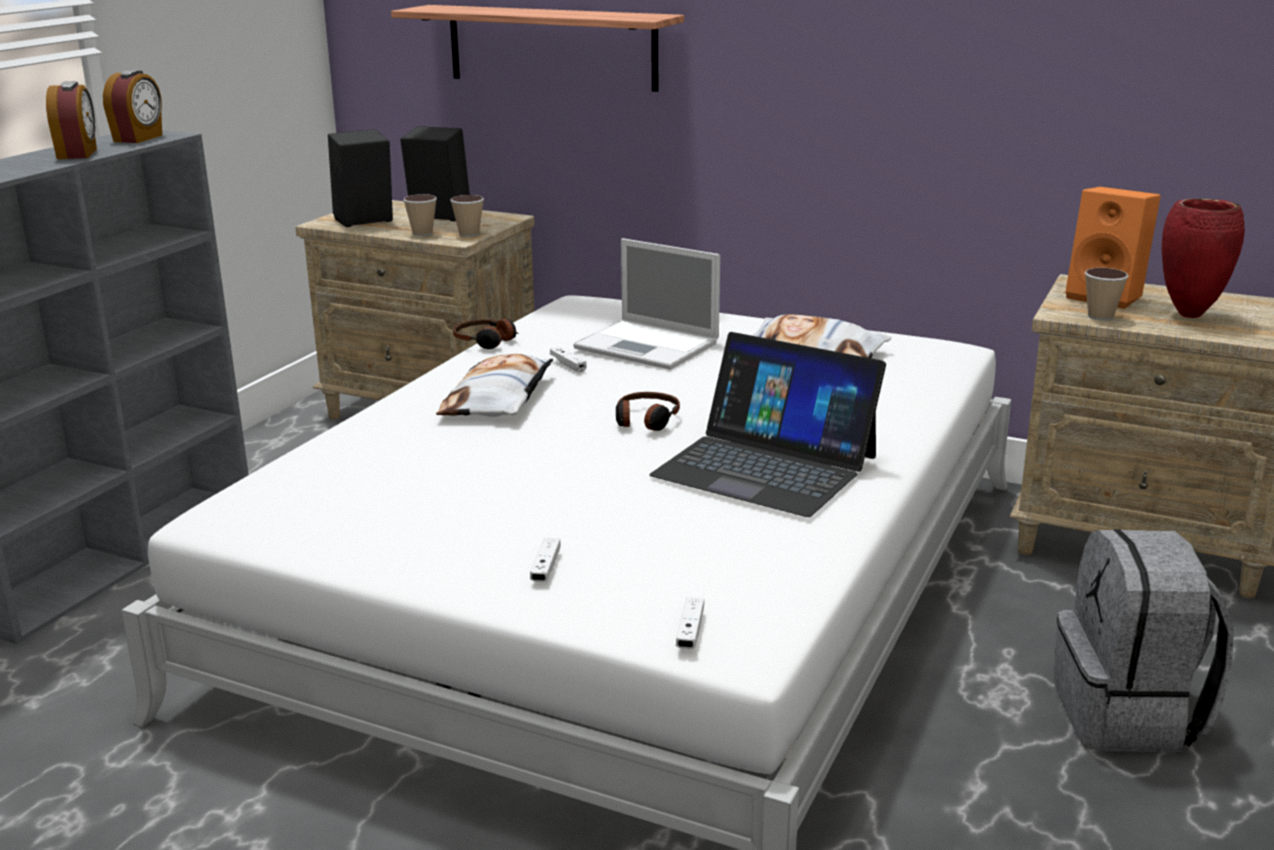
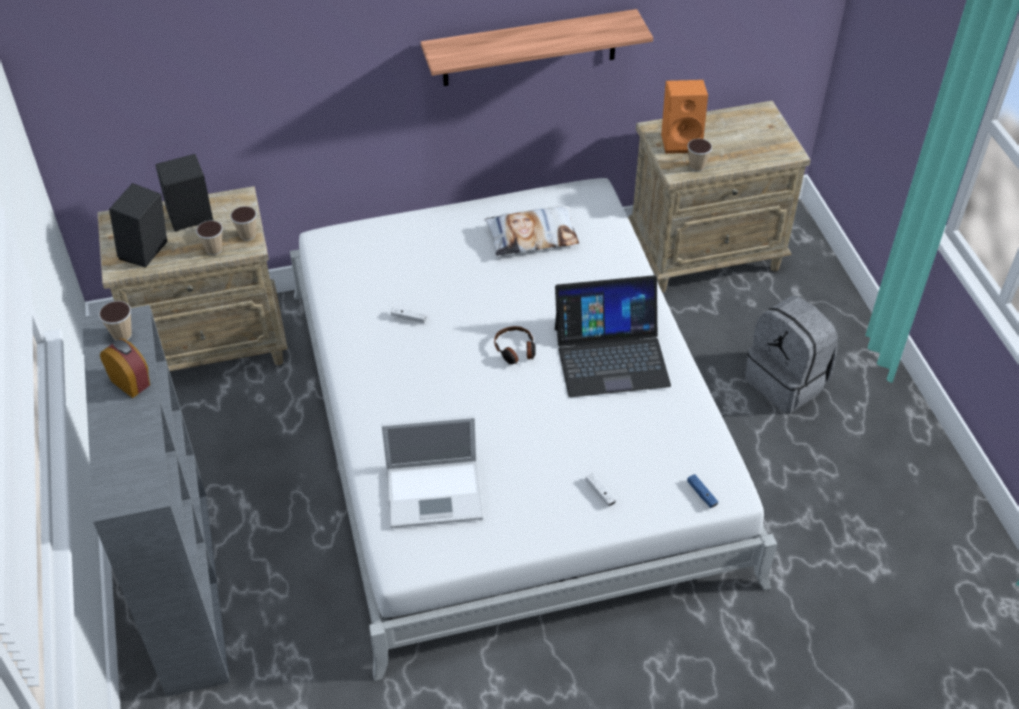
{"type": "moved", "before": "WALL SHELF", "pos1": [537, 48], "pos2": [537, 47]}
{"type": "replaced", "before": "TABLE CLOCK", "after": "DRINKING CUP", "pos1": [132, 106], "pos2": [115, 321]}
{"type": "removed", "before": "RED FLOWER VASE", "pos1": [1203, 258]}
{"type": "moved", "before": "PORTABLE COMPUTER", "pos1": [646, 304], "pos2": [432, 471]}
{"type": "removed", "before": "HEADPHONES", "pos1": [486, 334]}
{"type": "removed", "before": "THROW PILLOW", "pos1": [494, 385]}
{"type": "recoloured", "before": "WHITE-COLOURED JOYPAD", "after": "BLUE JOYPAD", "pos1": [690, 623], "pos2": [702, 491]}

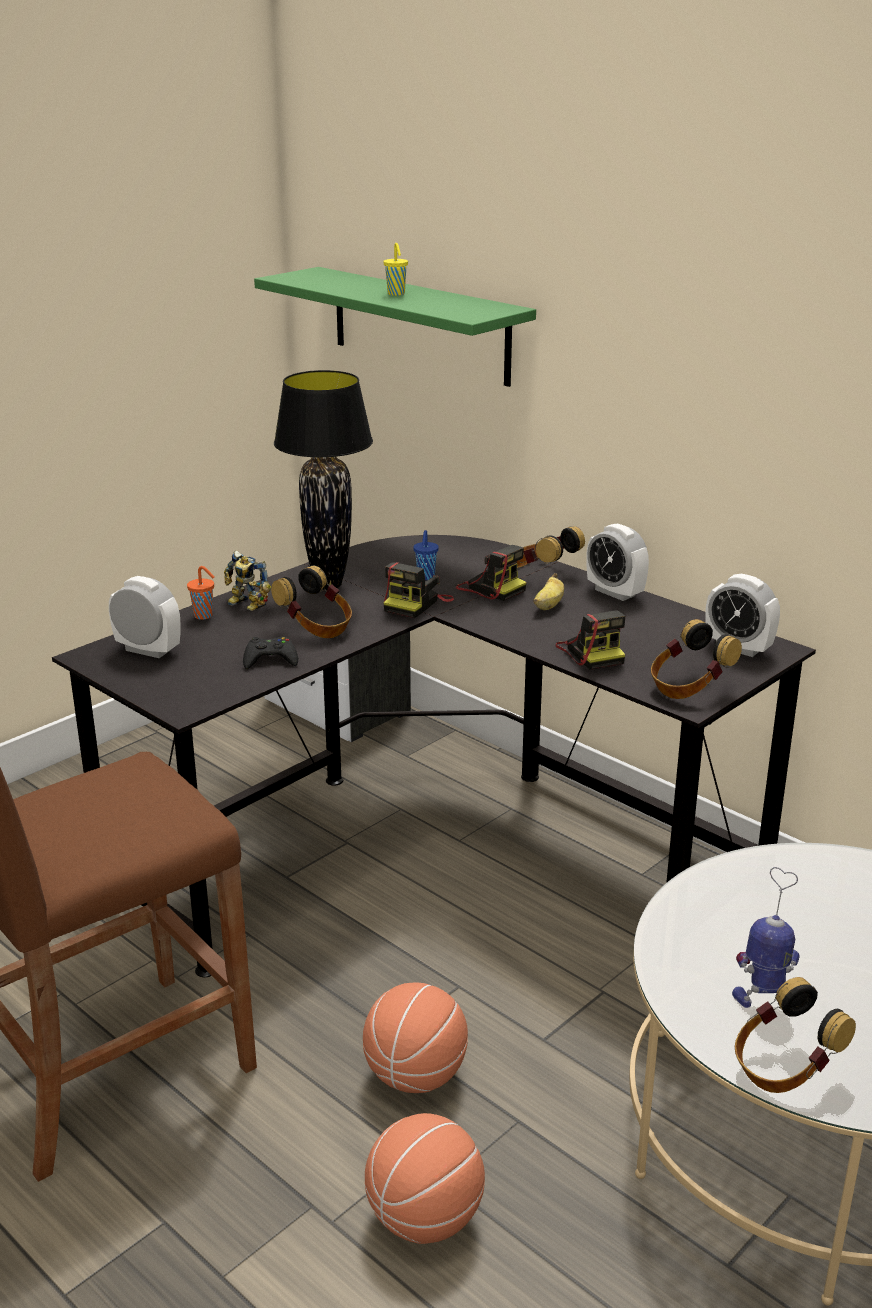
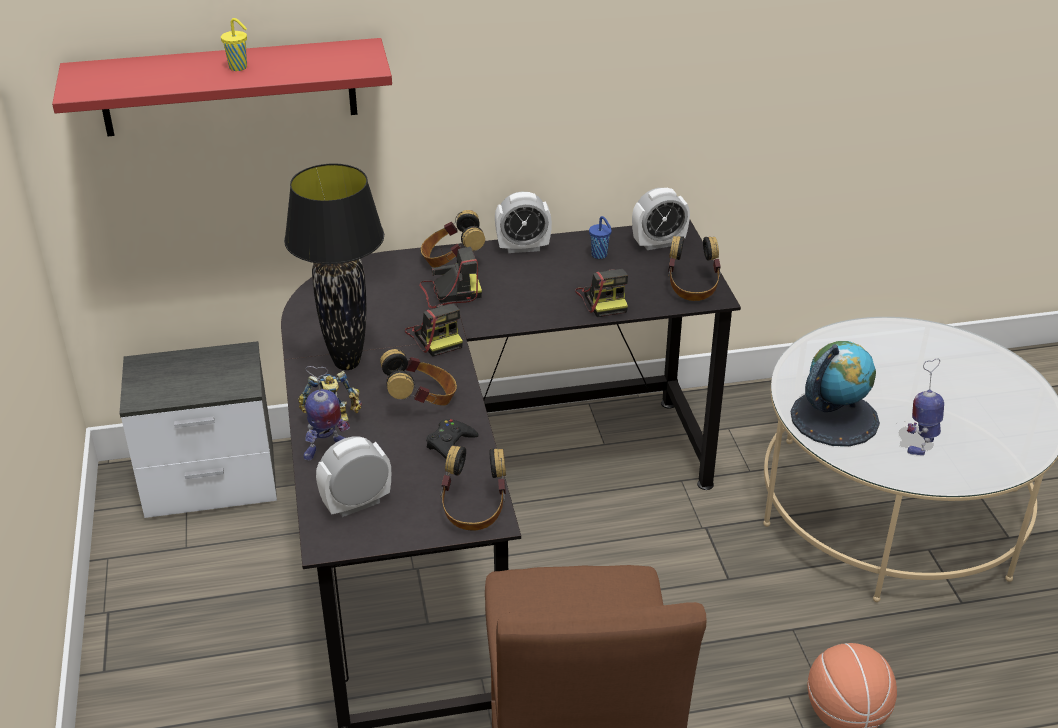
{"type": "recoloured", "before": "GREEN-COLOURED WALL SHELF", "after": "RED WALL SHELF", "pos1": [395, 327], "pos2": [222, 87]}
{"type": "moved", "before": "BLUE DRINKING CUP", "pos1": [426, 555], "pos2": [600, 237]}
{"type": "replaced", "before": "ORANGEY DRINKING CUP", "after": "TOY ROBOT", "pos1": [200, 593], "pos2": [326, 413]}
{"type": "removed", "before": "BANANA", "pos1": [548, 591]}
{"type": "turned", "before": "PHOTO CAMERA", "pos1": [590, 640], "pos2": [601, 293], "turn": 60}
{"type": "moved", "before": "HEADPHONES", "pos1": [795, 1035], "pos2": [473, 488]}
{"type": "removed", "before": "BALL FOR BASKETBALL", "pos1": [415, 1037]}
{"type": "added", "after": "WORLD GLOBE", "pos2": [835, 393]}

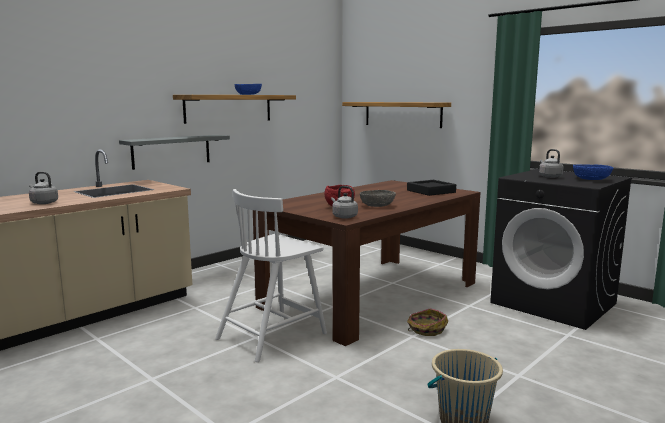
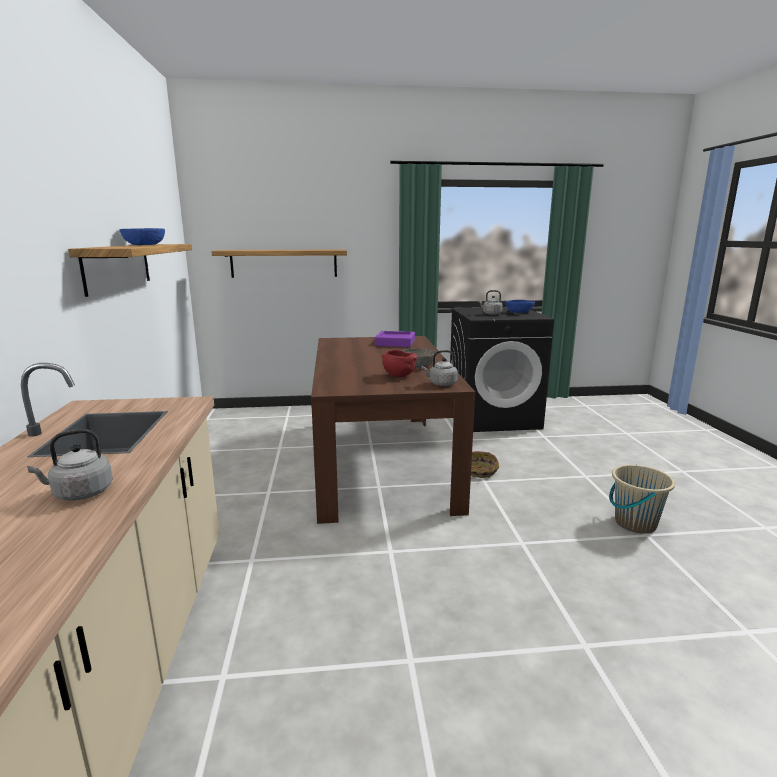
{"type": "removed", "before": "GREY WALL SHELF", "pos1": [174, 152]}
{"type": "recoloured", "before": "BLACK-COLOURED CARRYING TRAY", "after": "PURPLE-COLOURED CARRYING TRAY", "pos1": [431, 188], "pos2": [395, 339]}
{"type": "removed", "before": "WHITE-COLOURED CHAIR", "pos1": [271, 275]}

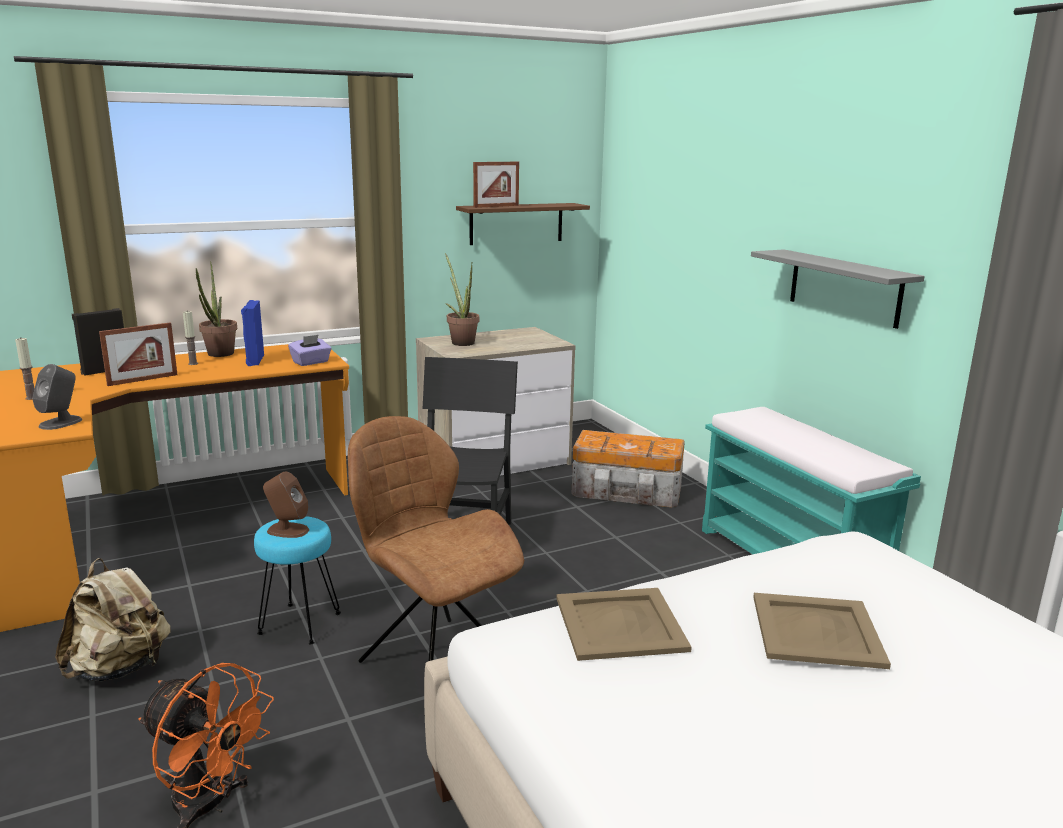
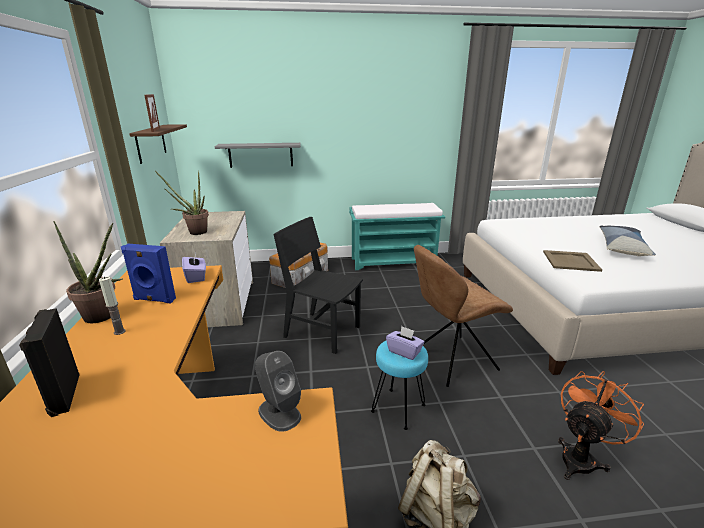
{"type": "moved", "before": "GREY WALL SHELF", "pos1": [838, 289], "pos2": [258, 155]}
{"type": "removed", "before": "PICTURE FRAME", "pos1": [138, 354]}
{"type": "removed", "before": "CANDLE", "pos1": [24, 369]}
{"type": "replaced", "before": "BROWNISH LOUDSPEAKER", "after": "PURPLE-COLOURED TISSUE HOLDER", "pos1": [286, 505], "pos2": [405, 343]}
{"type": "removed", "before": "BEIGE-COLOURED CARRYING TRAY", "pos1": [822, 631]}
{"type": "added", "after": "THROW PILLOW", "pos2": [628, 241]}

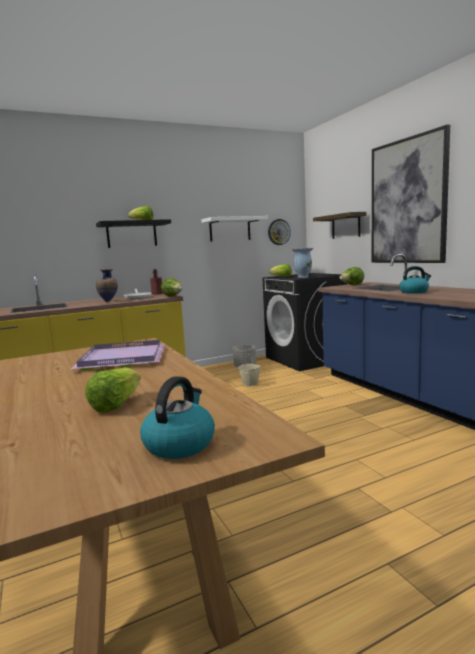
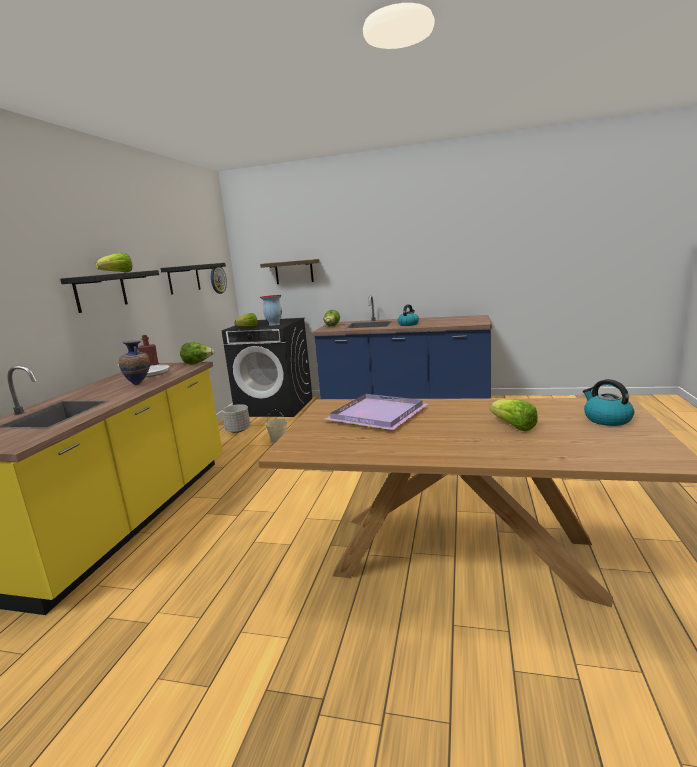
{"type": "removed", "before": "WALL ART", "pos1": [411, 194]}
{"type": "recoloured", "before": "WHITE-COLOURED WALL SHELF", "after": "BLACK-COLOURED WALL SHELF", "pos1": [234, 229], "pos2": [193, 279]}

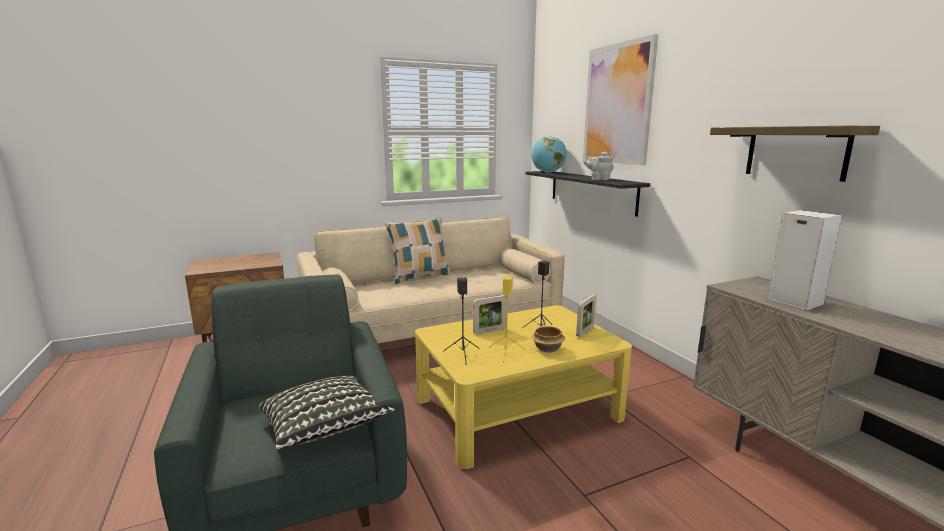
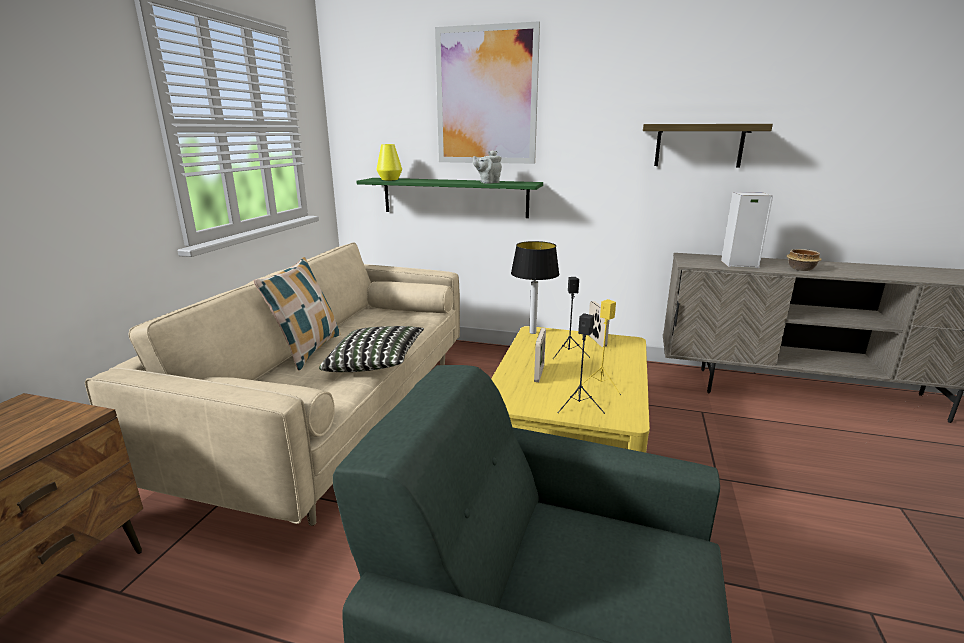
{"type": "replaced", "before": "WORLD GLOBE", "after": "YELLOW FLOWER VASE", "pos1": [549, 154], "pos2": [389, 162]}
{"type": "recoloured", "before": "BLACK-COLOURED WALL SHELF", "after": "GREEN-COLOURED WALL SHELF", "pos1": [587, 194], "pos2": [449, 198]}
{"type": "moved", "before": "BOWL", "pos1": [548, 339], "pos2": [804, 260]}
{"type": "moved", "before": "THROW PILLOW", "pos1": [326, 412], "pos2": [371, 349]}
{"type": "added", "after": "LAMP FOR A TABLE", "pos2": [535, 287]}

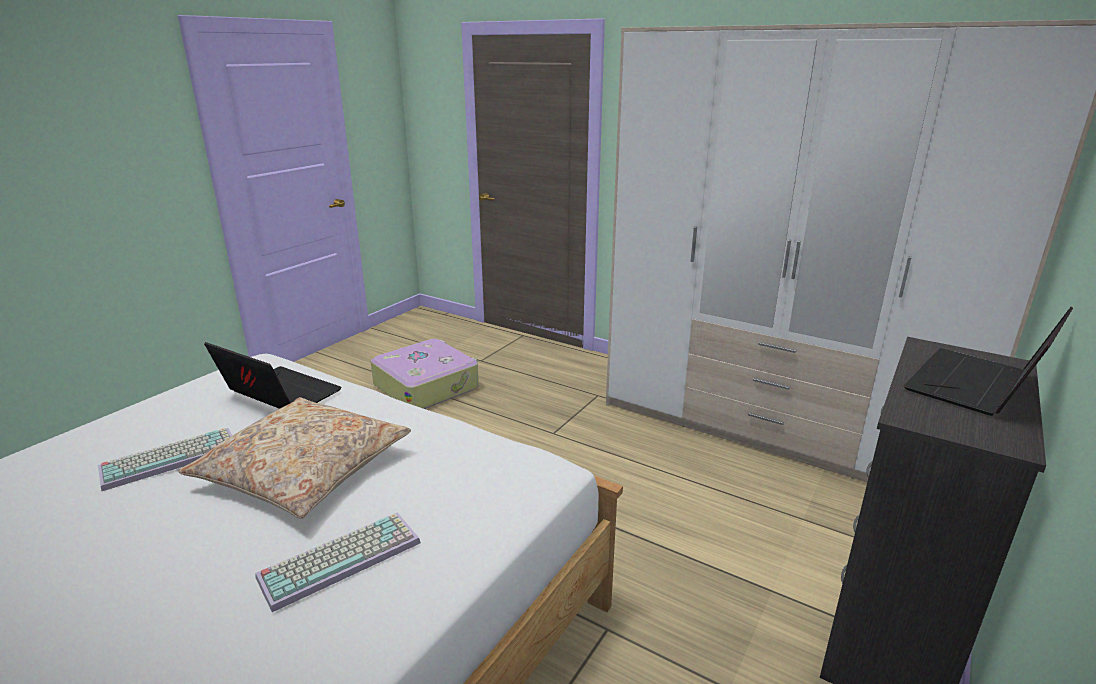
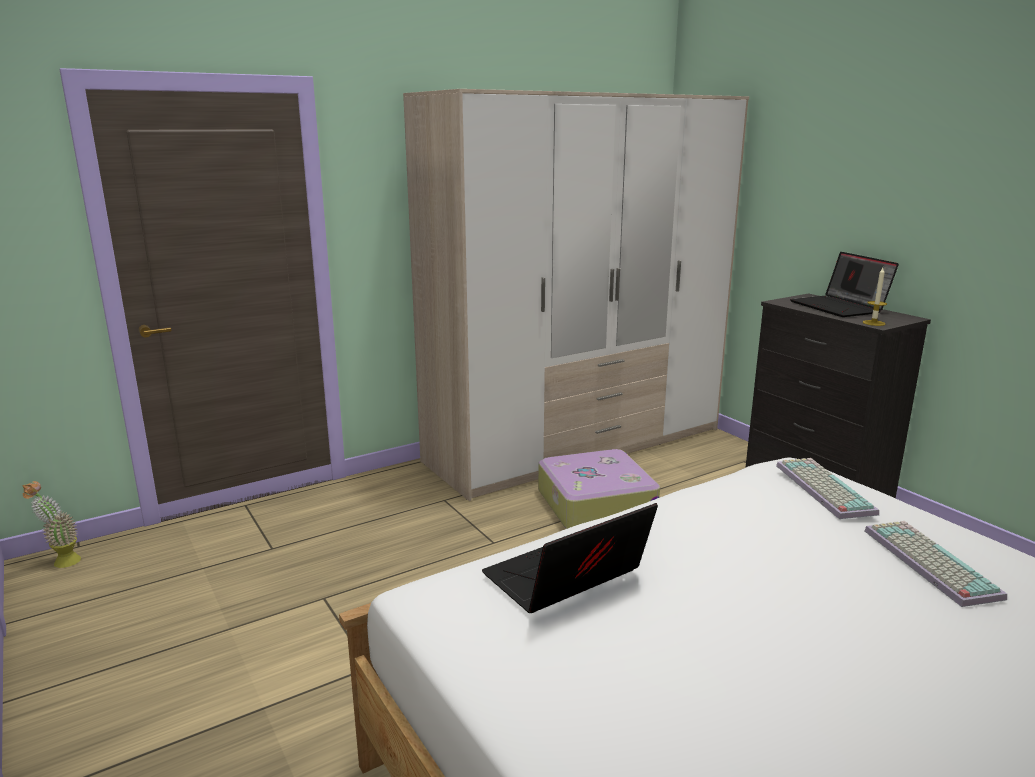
{"type": "moved", "before": "PIECE OF LUGGAGE", "pos1": [425, 374], "pos2": [599, 489]}
{"type": "removed", "before": "BEIGE-COLOURED THROW PILLOW", "pos1": [294, 458]}
{"type": "moved", "before": "COMPUTER KEYBOARD", "pos1": [165, 460], "pos2": [827, 488]}
{"type": "added", "after": "CANDLE", "pos2": [875, 297]}
{"type": "added", "after": "HOUSEPLANT", "pos2": [51, 524]}

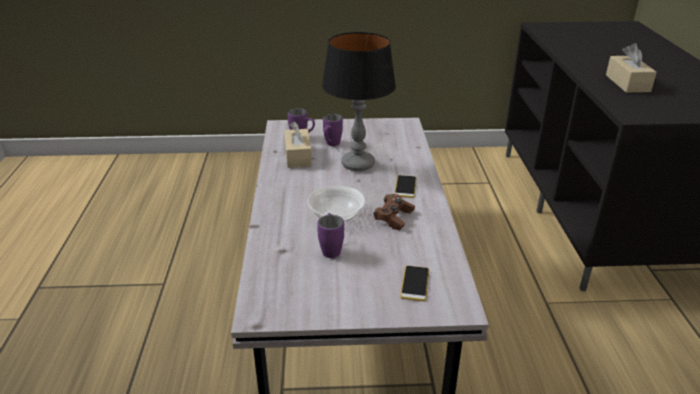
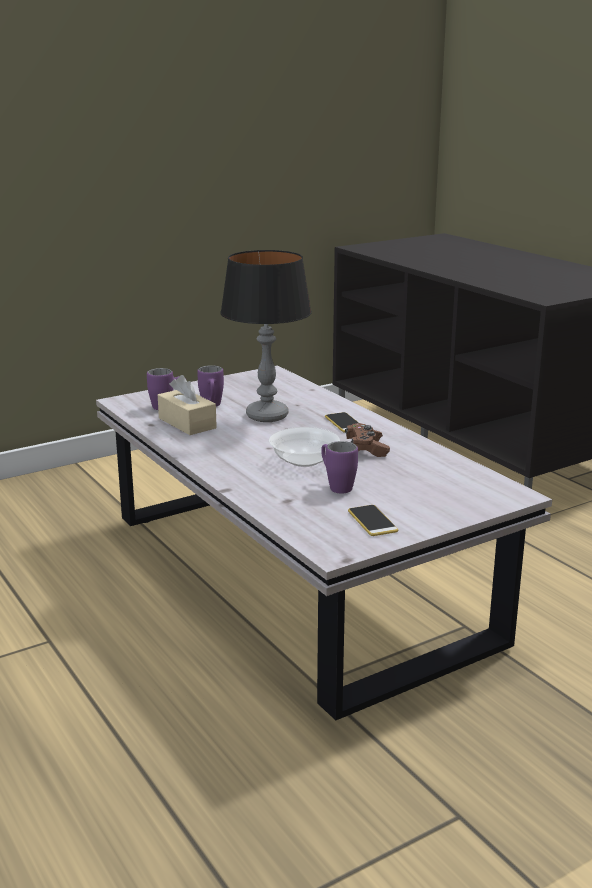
{"type": "removed", "before": "BEIGE-COLOURED TISSUE HOLDER", "pos1": [631, 68]}
{"type": "moved", "before": "HANDSET", "pos1": [414, 283], "pos2": [373, 520]}

